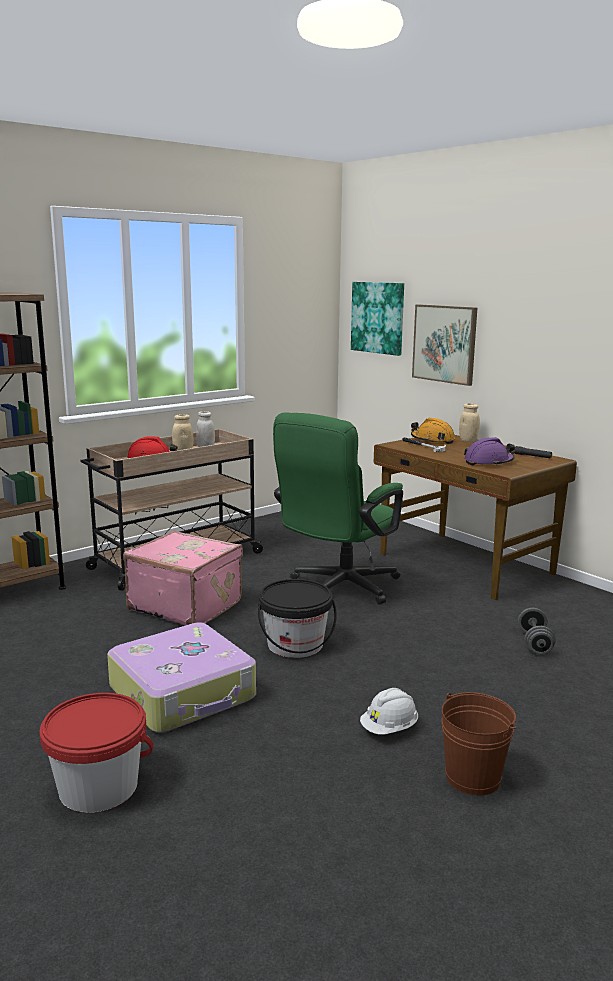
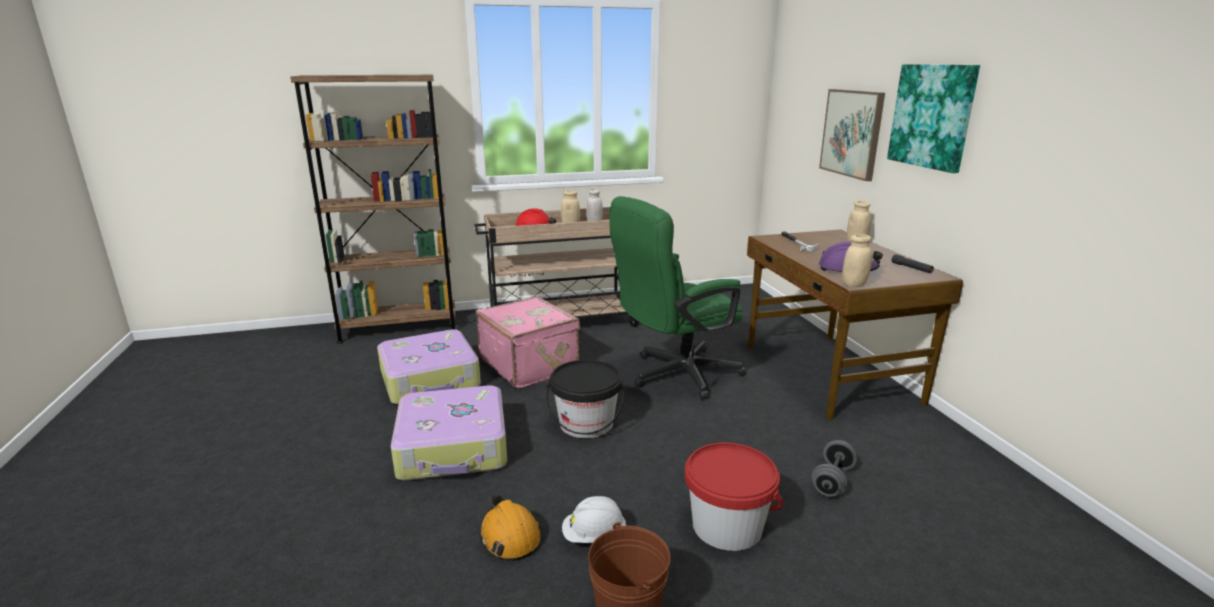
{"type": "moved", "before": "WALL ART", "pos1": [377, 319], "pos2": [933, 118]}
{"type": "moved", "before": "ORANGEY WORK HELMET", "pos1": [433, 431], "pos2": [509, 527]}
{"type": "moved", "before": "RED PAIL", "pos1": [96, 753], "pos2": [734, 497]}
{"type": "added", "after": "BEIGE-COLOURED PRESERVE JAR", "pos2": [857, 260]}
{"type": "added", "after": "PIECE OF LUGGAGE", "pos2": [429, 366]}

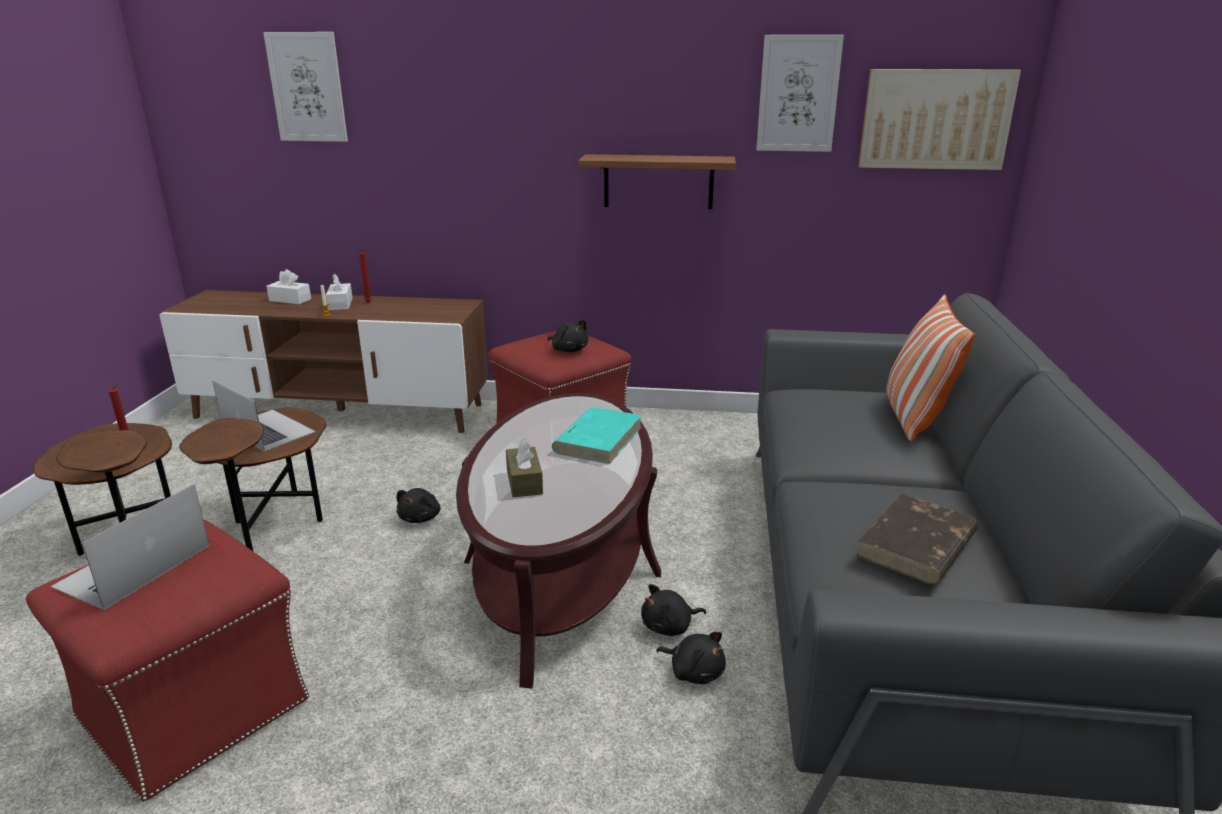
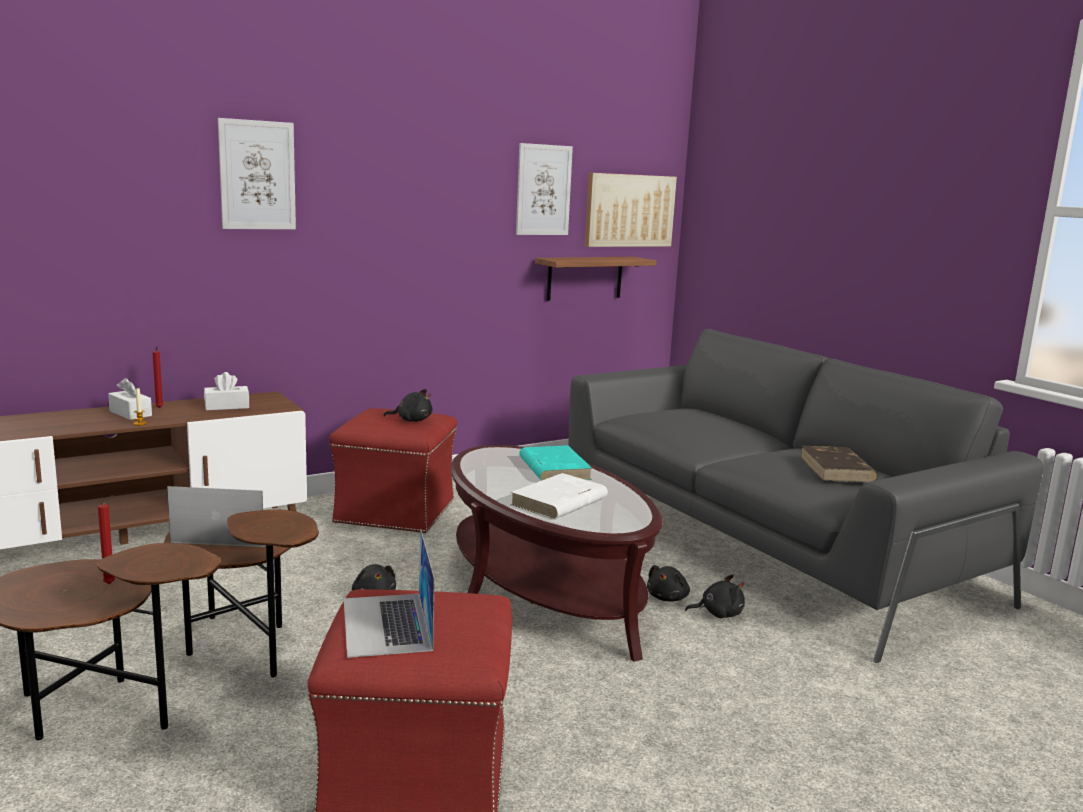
{"type": "moved", "before": "WALL ART", "pos1": [305, 87], "pos2": [257, 174]}
{"type": "moved", "before": "WALL SHELF", "pos1": [657, 181], "pos2": [595, 279]}
{"type": "moved", "before": "WHITE-COLOURED TISSUE HOLDER", "pos1": [288, 286], "pos2": [226, 391]}
{"type": "removed", "before": "THROW PILLOW", "pos1": [930, 368]}
{"type": "replaced", "before": "BROWNISH TISSUE HOLDER", "after": "WHITE-COLOURED BOOK", "pos1": [524, 468], "pos2": [559, 496]}

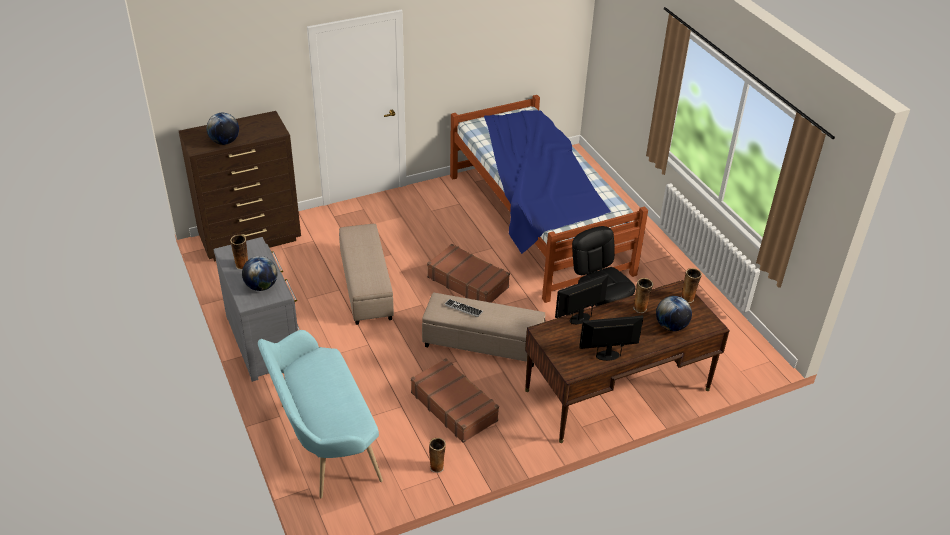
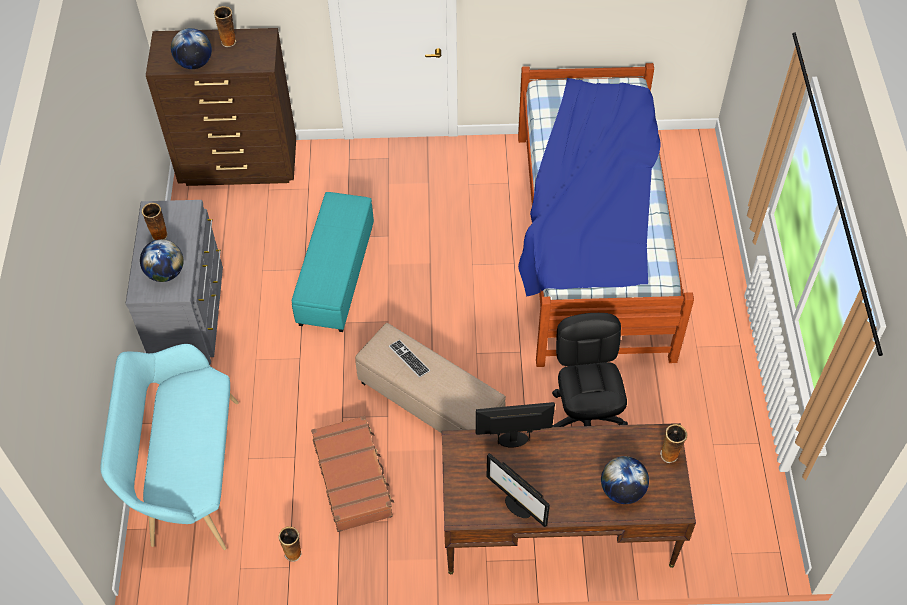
{"type": "recoloured", "before": "BEIGE-COLOURED OTTOMAN", "after": "TURQUOISE-COLOURED OTTOMAN", "pos1": [366, 274], "pos2": [333, 262]}
{"type": "removed", "before": "BROWNISH PIECE OF LUGGAGE", "pos1": [468, 273]}
{"type": "moved", "before": "FLOWER VASE", "pos1": [643, 295], "pos2": [225, 26]}
{"type": "turned", "before": "COMPUTER SCREEN", "pos1": [611, 338], "pos2": [518, 490], "turn": -150}

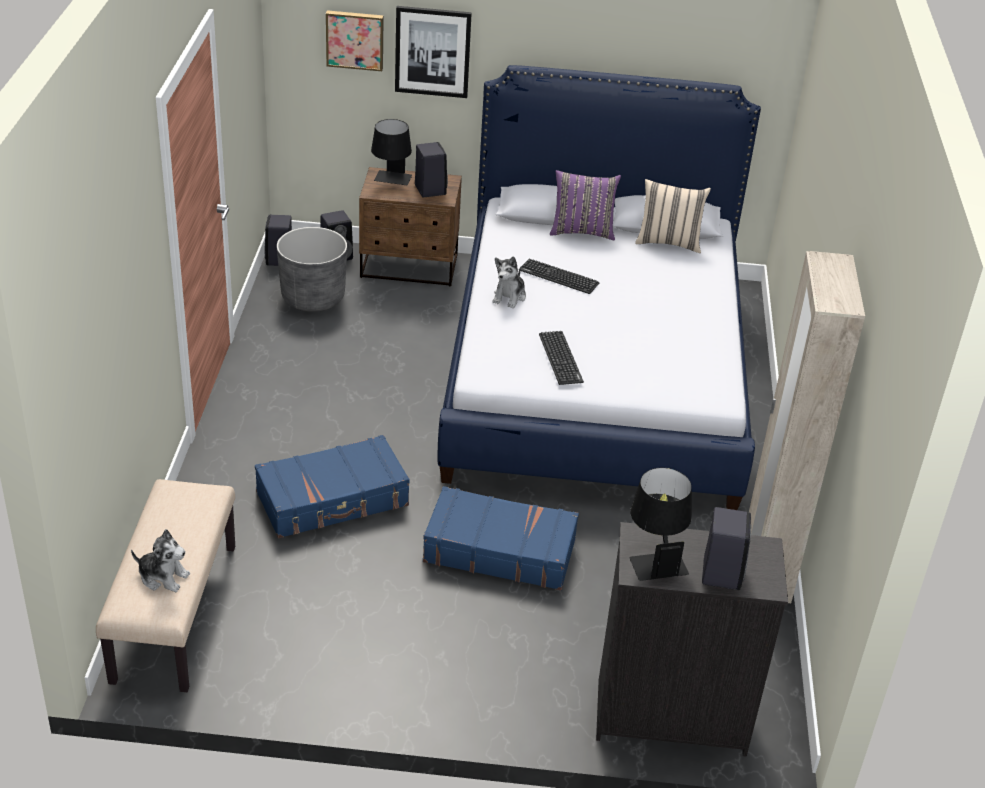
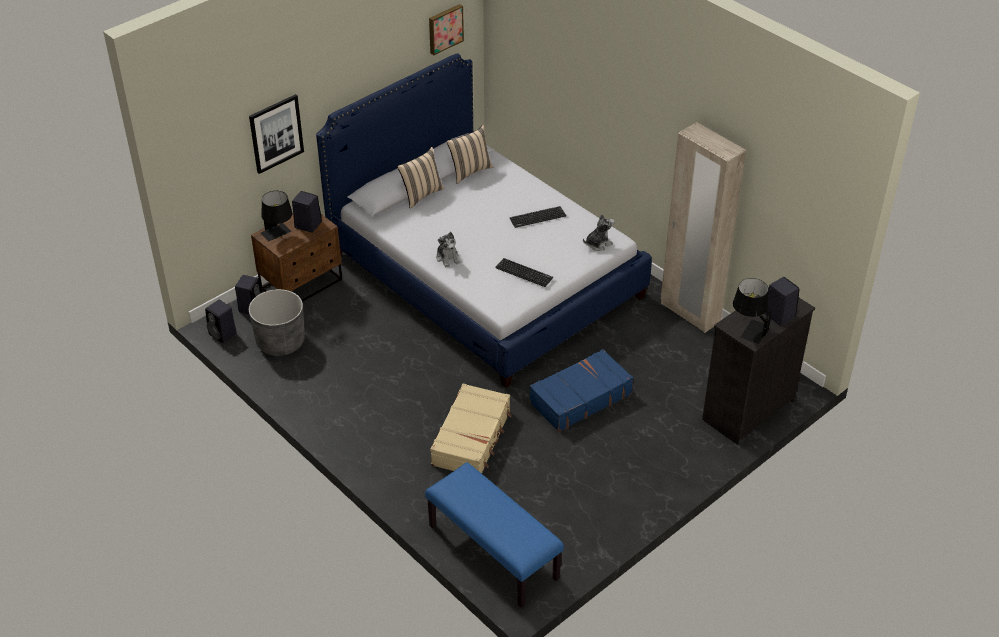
{"type": "moved", "before": "WALL ART", "pos1": [355, 40], "pos2": [446, 29]}
{"type": "recoloured", "before": "PURPLE-COLOURED THROW PILLOW", "after": "BEIGE-COLOURED THROW PILLOW", "pos1": [585, 205], "pos2": [421, 178]}
{"type": "moved", "before": "COMPUTER KEYBOARD", "pos1": [559, 276], "pos2": [538, 217]}
{"type": "recoloured", "before": "BLUE PIECE OF LUGGAGE", "after": "BEIGE-COLOURED PIECE OF LUGGAGE", "pos1": [332, 486], "pos2": [471, 428]}
{"type": "recoloured", "before": "BEIGE-COLOURED LONG SEAT", "after": "BLUE LONG SEAT", "pos1": [165, 585], "pos2": [494, 535]}
{"type": "moved", "before": "SOFT TOY", "pos1": [160, 560], "pos2": [598, 232]}

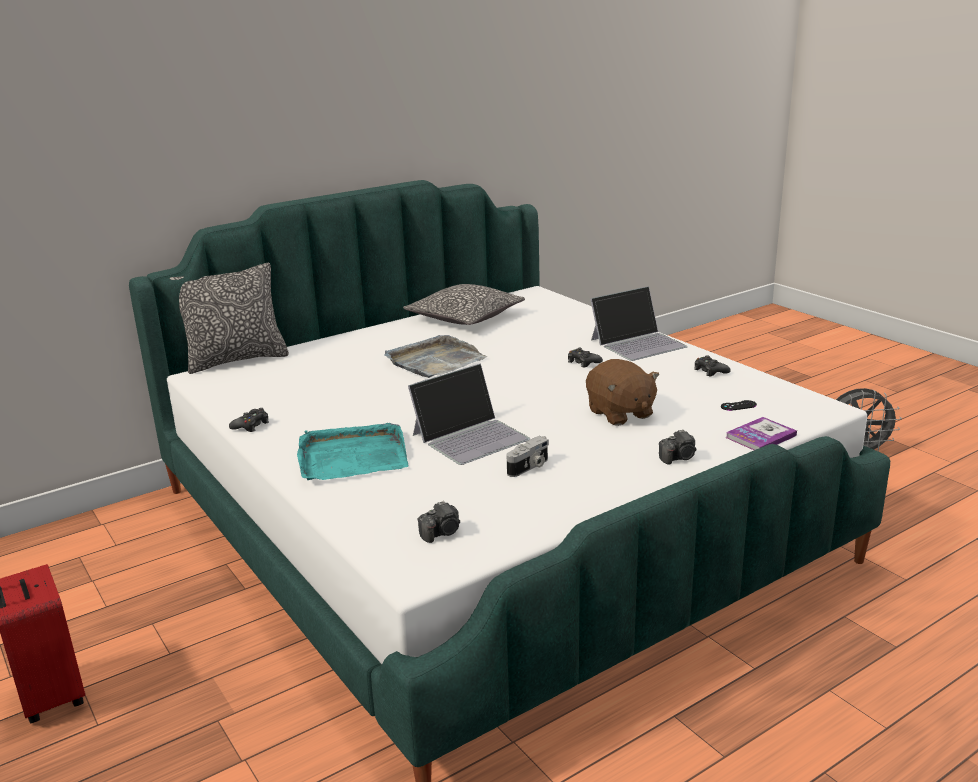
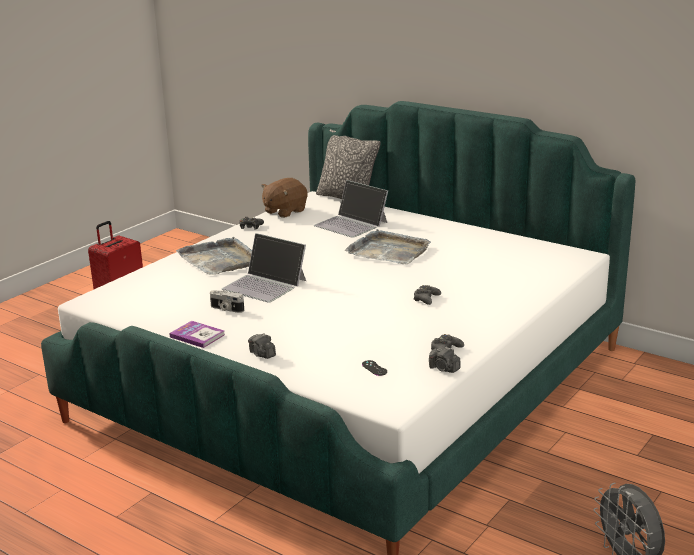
{"type": "removed", "before": "THROW PILLOW", "pos1": [464, 304]}
{"type": "moved", "before": "PORTABLE COMPUTER", "pos1": [639, 323], "pos2": [351, 209]}
{"type": "moved", "before": "BROWNISH SOFT TOY", "pos1": [622, 392], "pos2": [284, 198]}
{"type": "moved", "before": "BOOK", "pos1": [761, 433], "pos2": [197, 334]}
{"type": "recoloured", "before": "TURQUOISE-COLOURED CARRYING TRAY", "after": "GREY CARRYING TRAY", "pos1": [353, 451], "pos2": [214, 256]}
{"type": "moved", "before": "PHOTO CAMERA", "pos1": [439, 521], "pos2": [445, 360]}

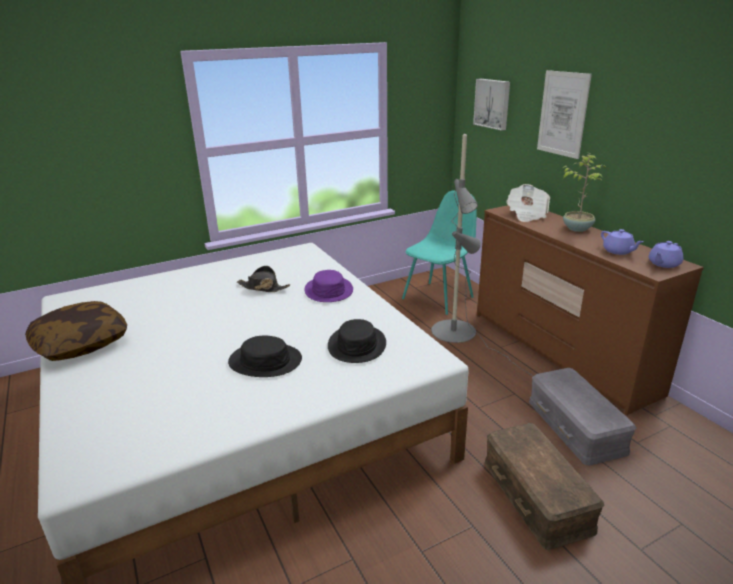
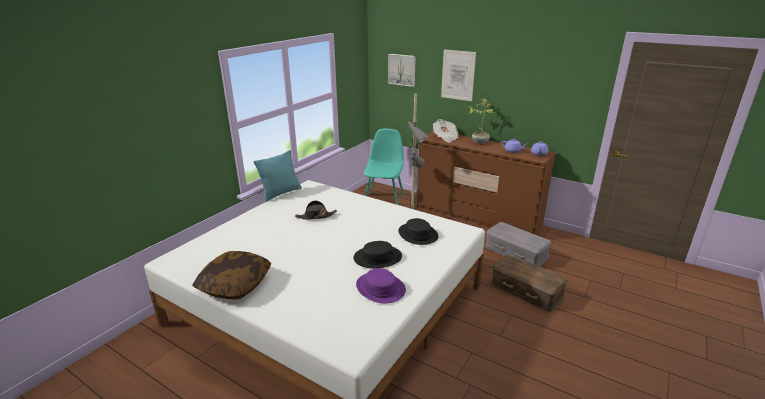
{"type": "moved", "before": "PURPLE-COLOURED CLOTHING HAT", "pos1": [328, 286], "pos2": [381, 285]}
{"type": "added", "after": "TURQUOISE-COLOURED THROW PILLOW", "pos2": [278, 176]}

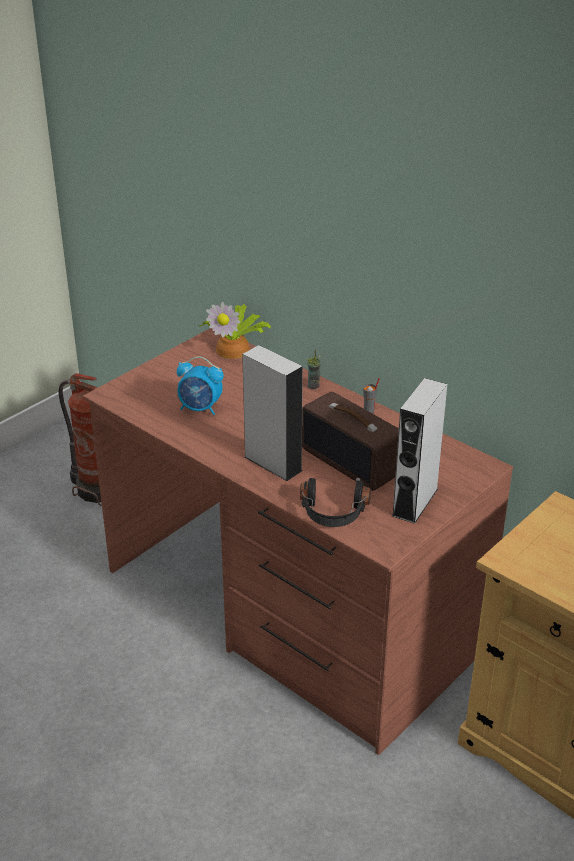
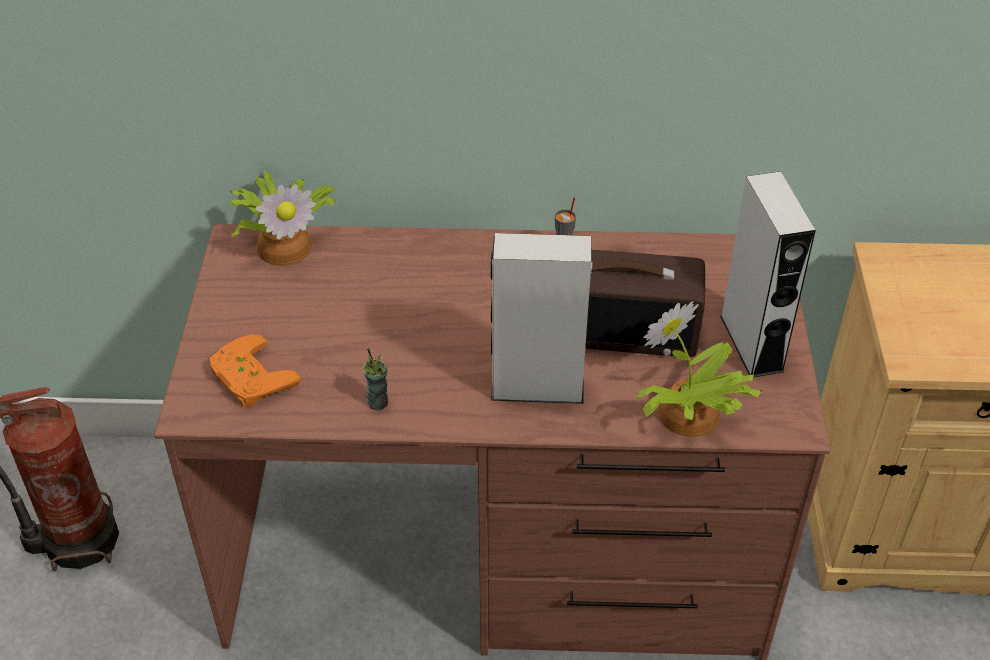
{"type": "moved", "before": "DRINKING CUP", "pos1": [313, 369], "pos2": [375, 379]}
{"type": "removed", "before": "TABLE CLOCK", "pos1": [200, 385]}
{"type": "replaced", "before": "BLACK-COLOURED HEADPHONES", "after": "HOUSEPLANT", "pos1": [335, 502], "pos2": [699, 369]}
{"type": "added", "after": "ORANGEY JOYPAD", "pos2": [255, 371]}

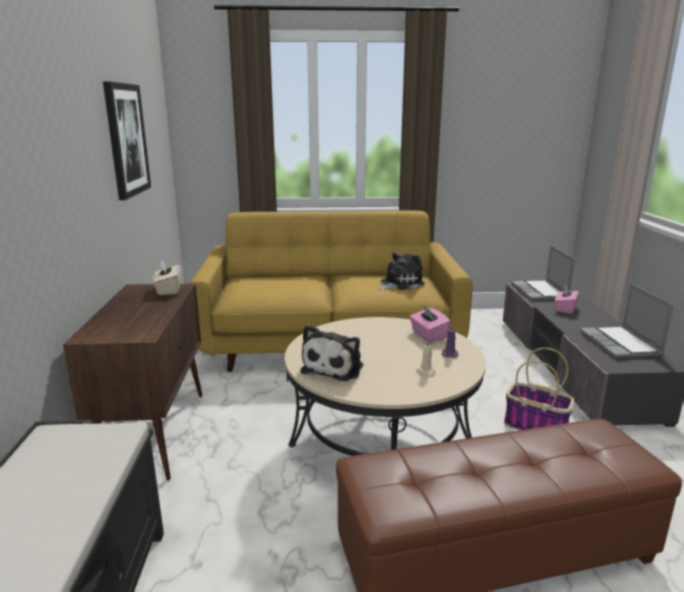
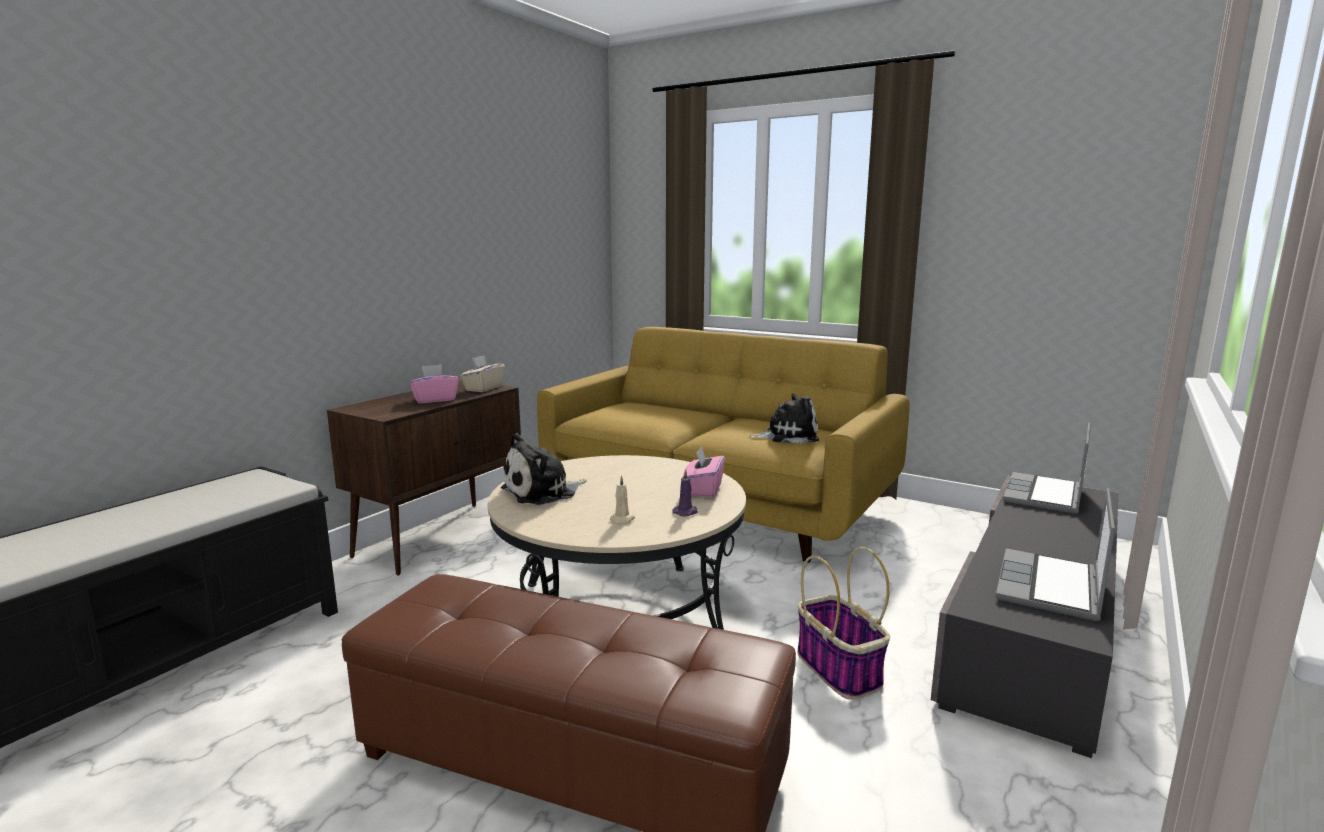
{"type": "removed", "before": "WALL ART", "pos1": [127, 140]}
{"type": "moved", "before": "PINK-COLOURED TISSUE HOLDER", "pos1": [567, 299], "pos2": [434, 383]}

